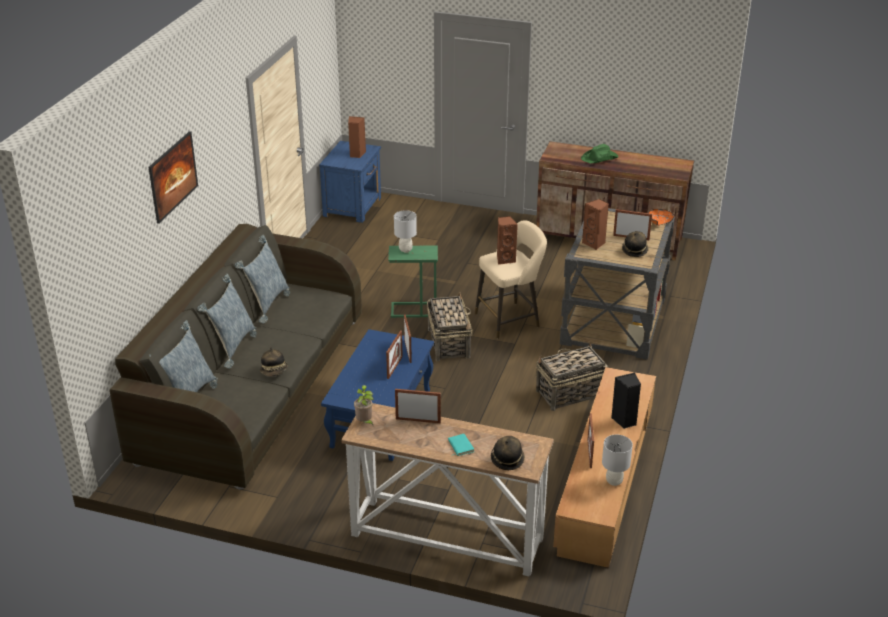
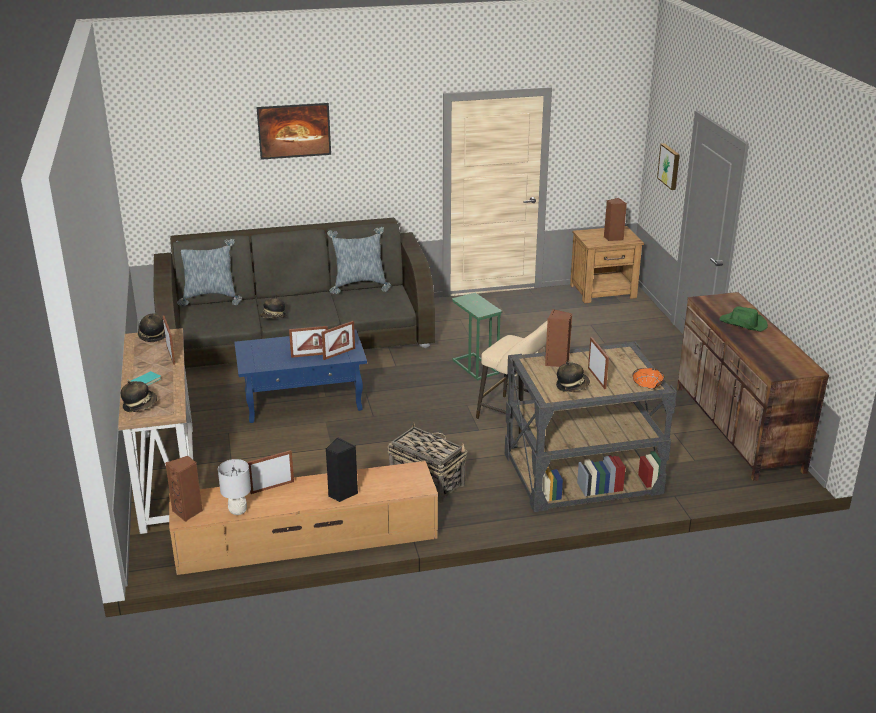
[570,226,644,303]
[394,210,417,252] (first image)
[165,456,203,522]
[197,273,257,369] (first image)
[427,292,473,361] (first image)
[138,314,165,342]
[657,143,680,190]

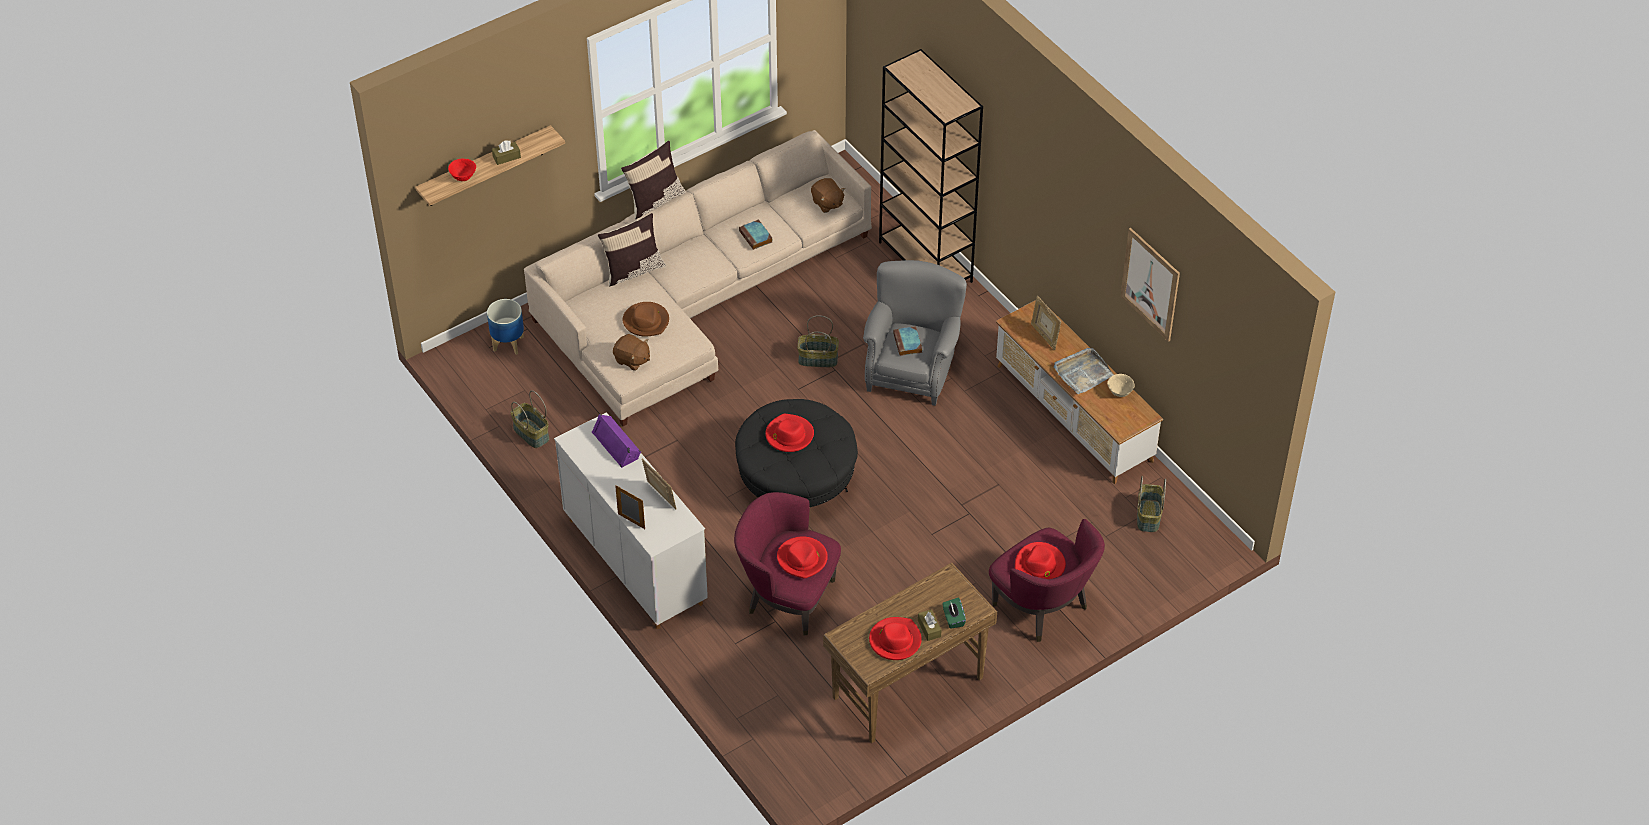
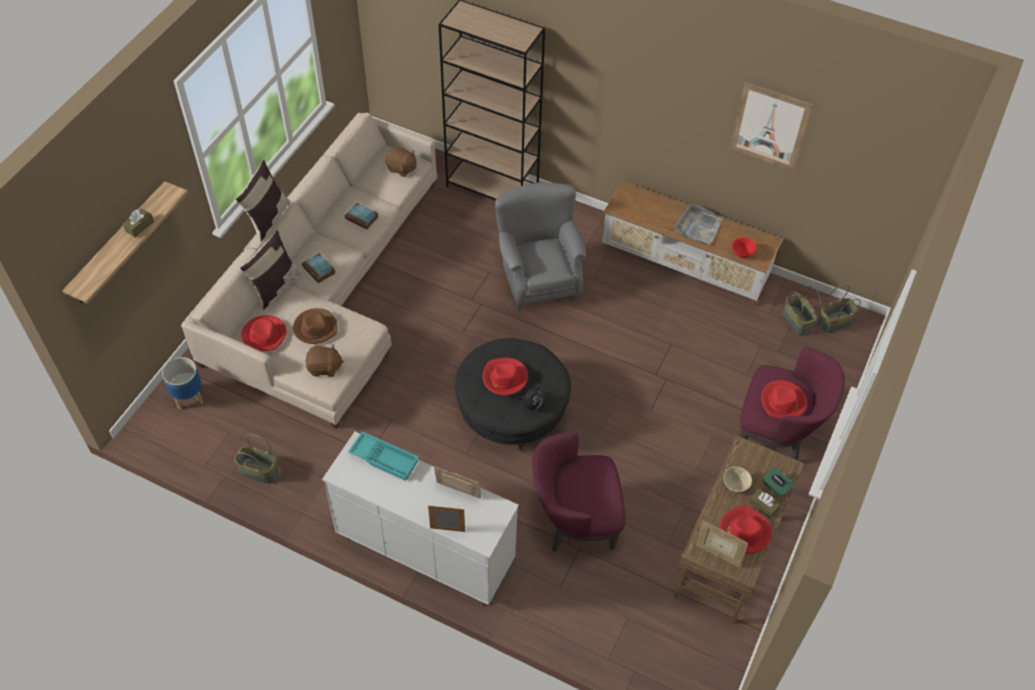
[732,237,757,258]
[696,521,749,567]
[817,284,861,333]
[302,253,335,283]
[723,466,752,492]
[348,431,419,481]
[241,315,286,351]
[517,385,543,410]

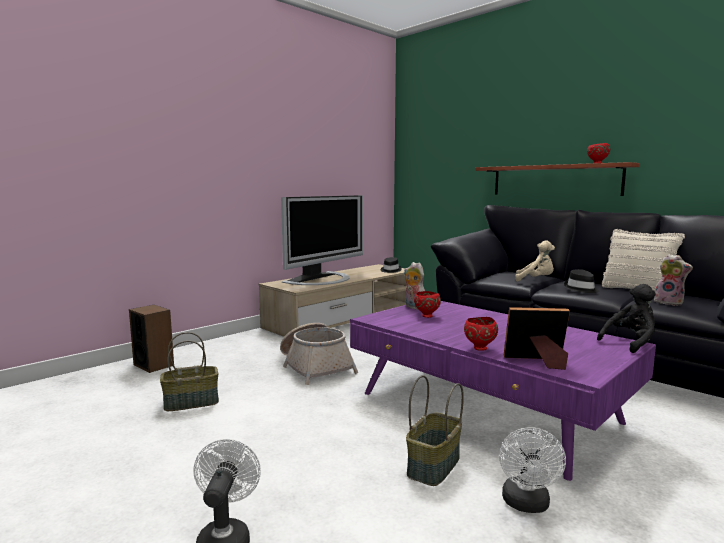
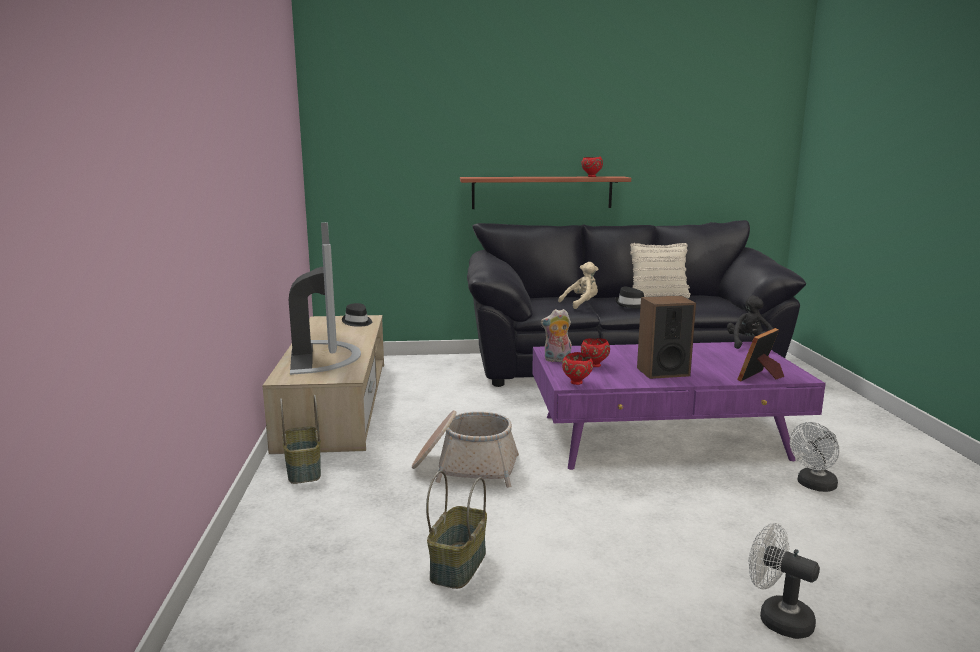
[654,254,693,306] (first image)
[637,296,696,379]
[562,352,593,385]
[280,395,321,484]
[790,422,840,492]

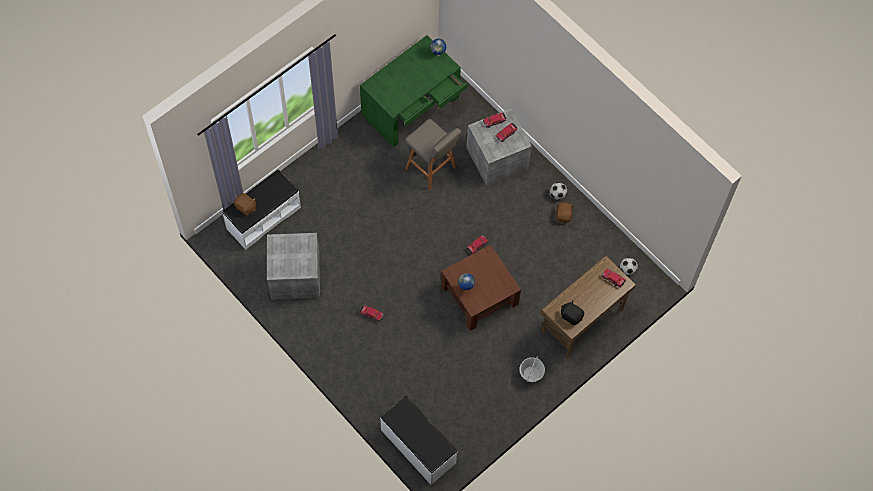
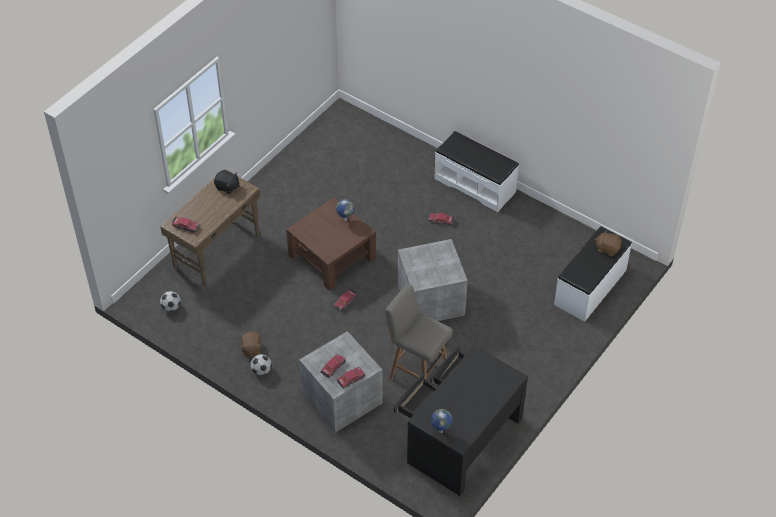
[394,345,528,496]
[398,239,468,321]
[519,356,545,382] (first image)
[434,131,519,212]

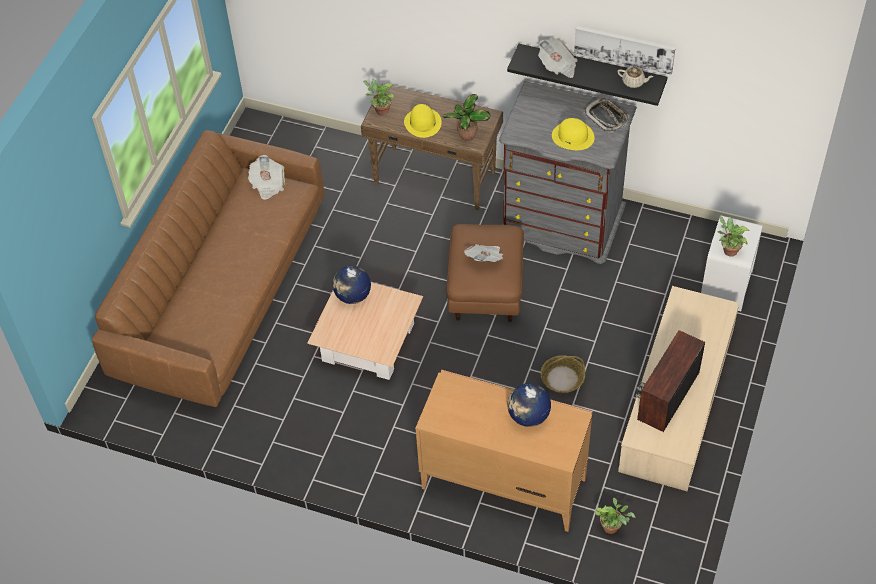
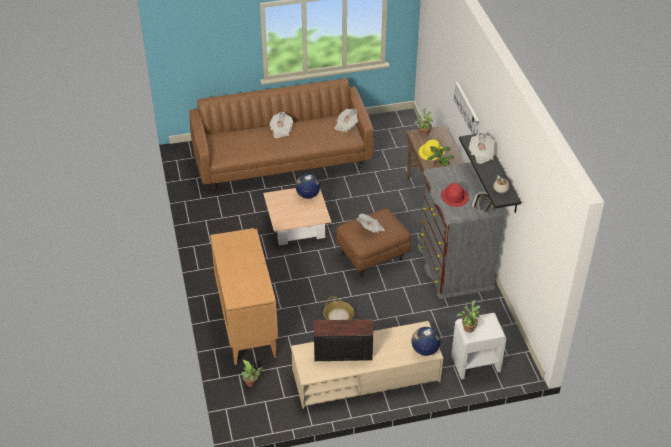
[454,82,479,134]
[441,183,469,207]
[412,327,440,356]
[269,112,293,138]

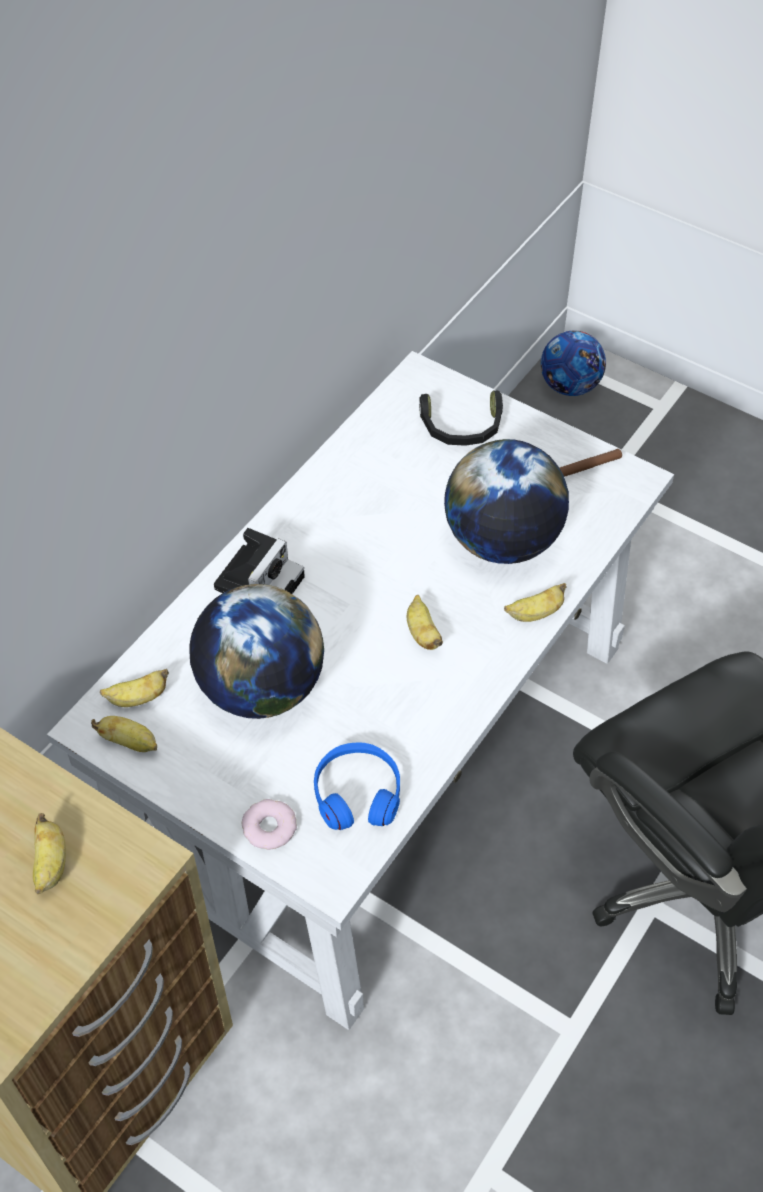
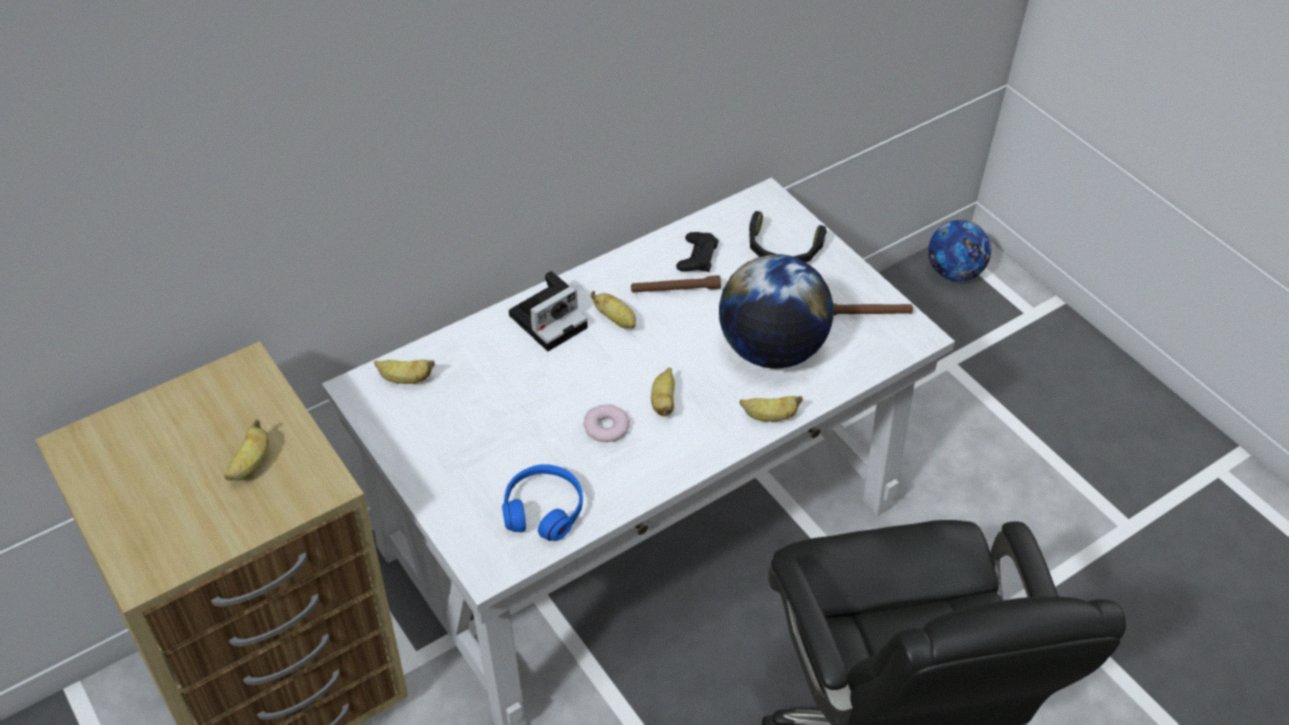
[189,584,324,719] (first image)
[591,291,636,329]
[583,405,630,442]
[676,232,719,272]
[631,275,721,293]

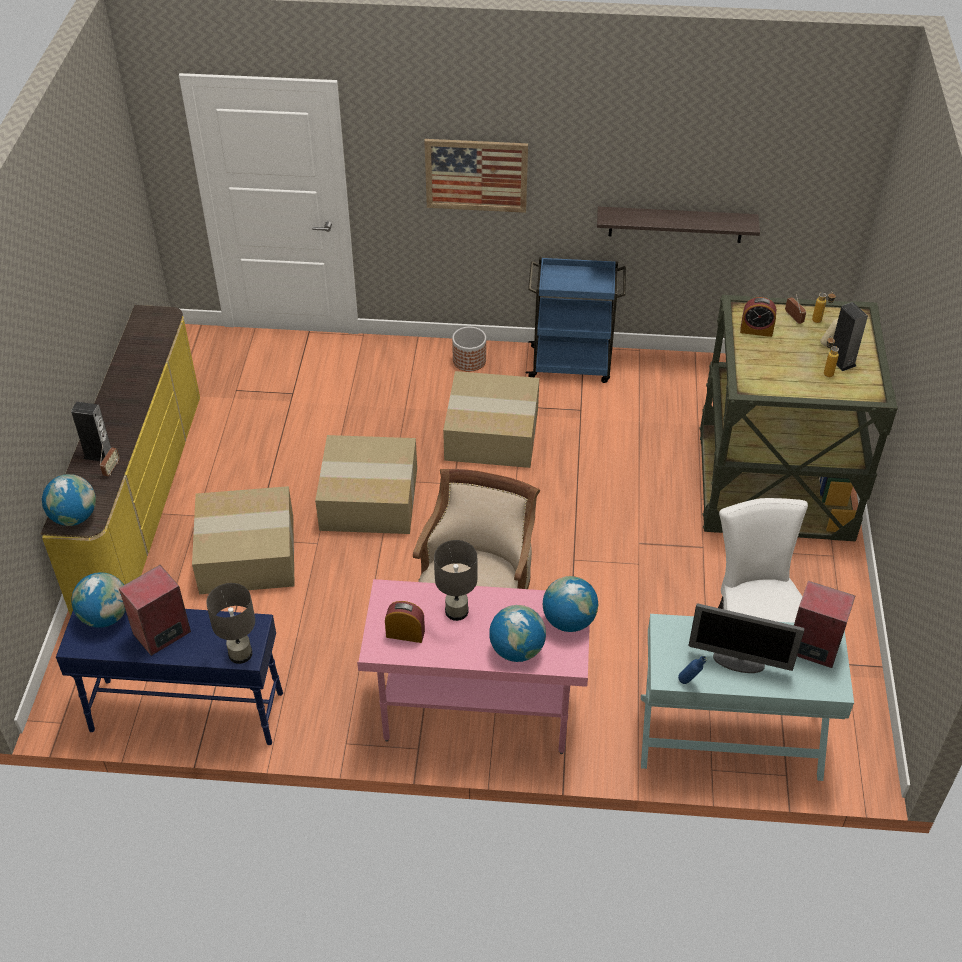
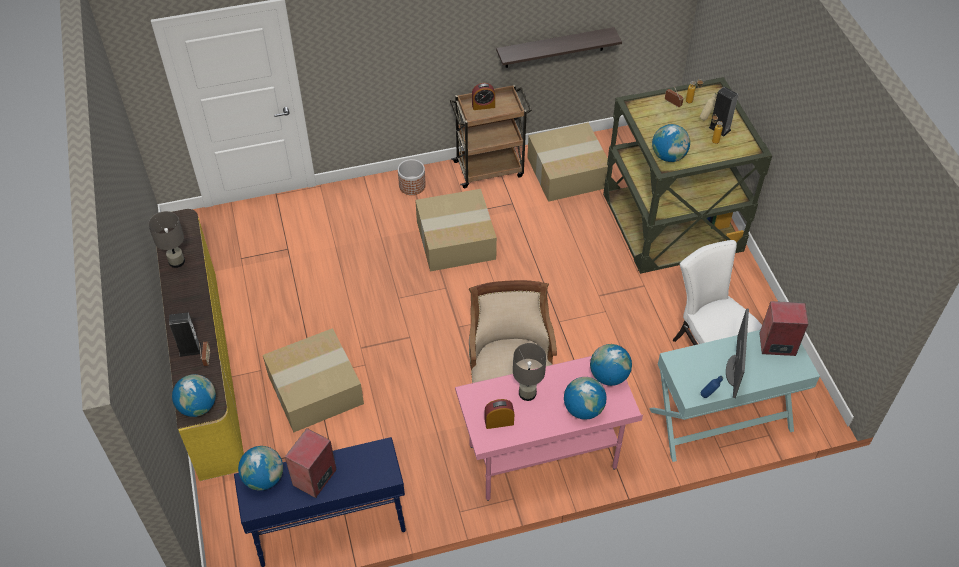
[424,139,528,213] (first image)
[450,85,532,188]
[472,83,495,110]
[527,122,608,202]
[149,211,185,268]
[726,309,749,398]
[652,124,690,162]

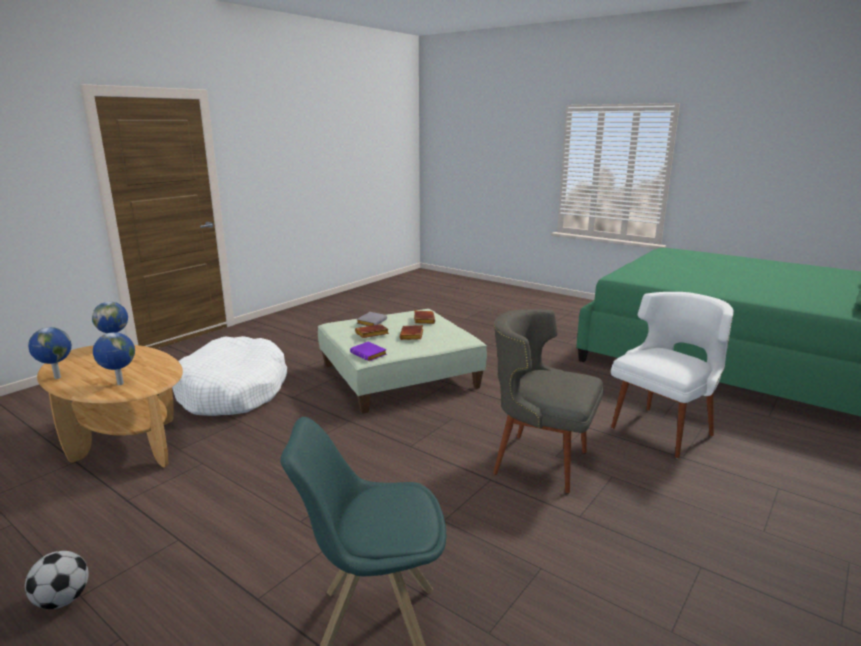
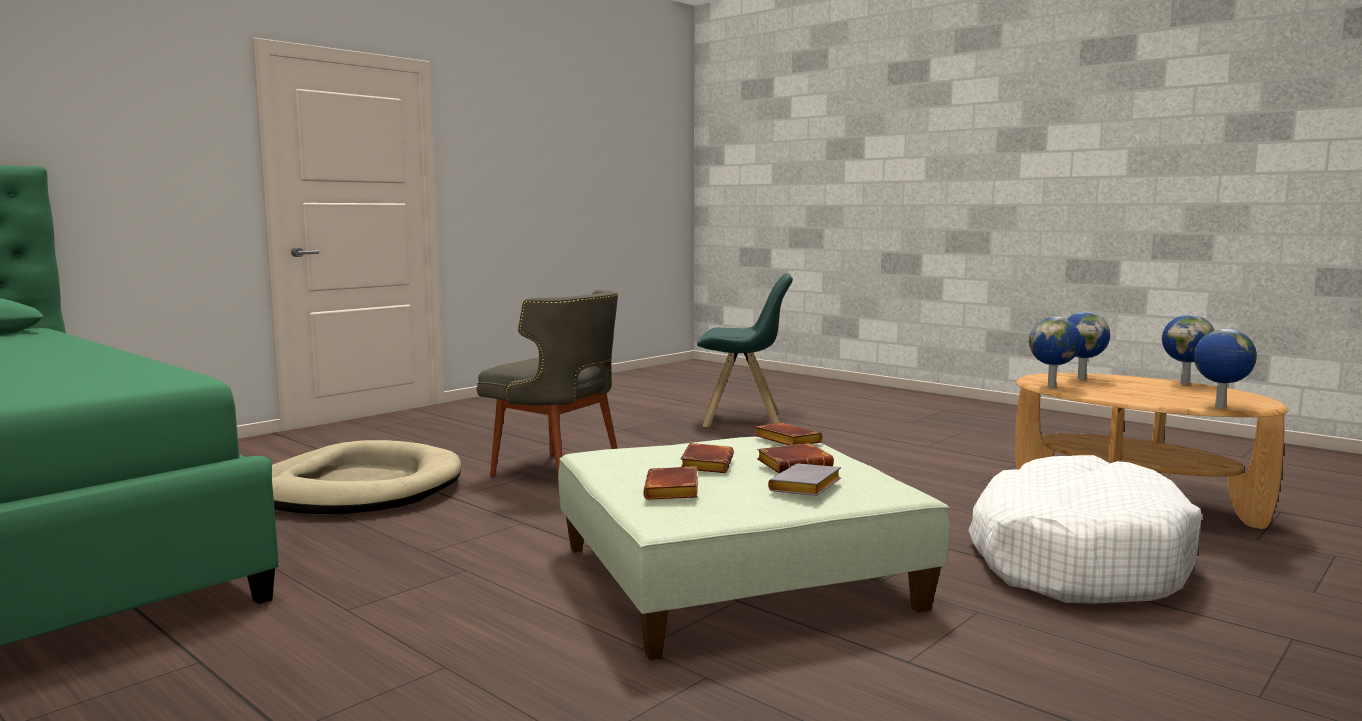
[272,440,461,514]
[754,423,823,445]
[25,551,89,609] (first image)
[1029,317,1081,388]

